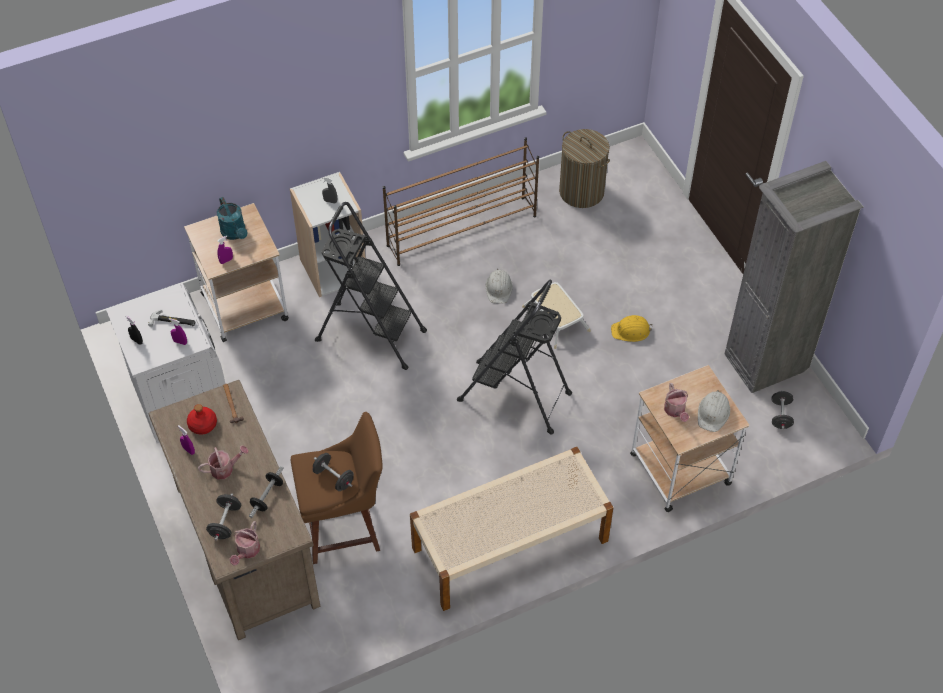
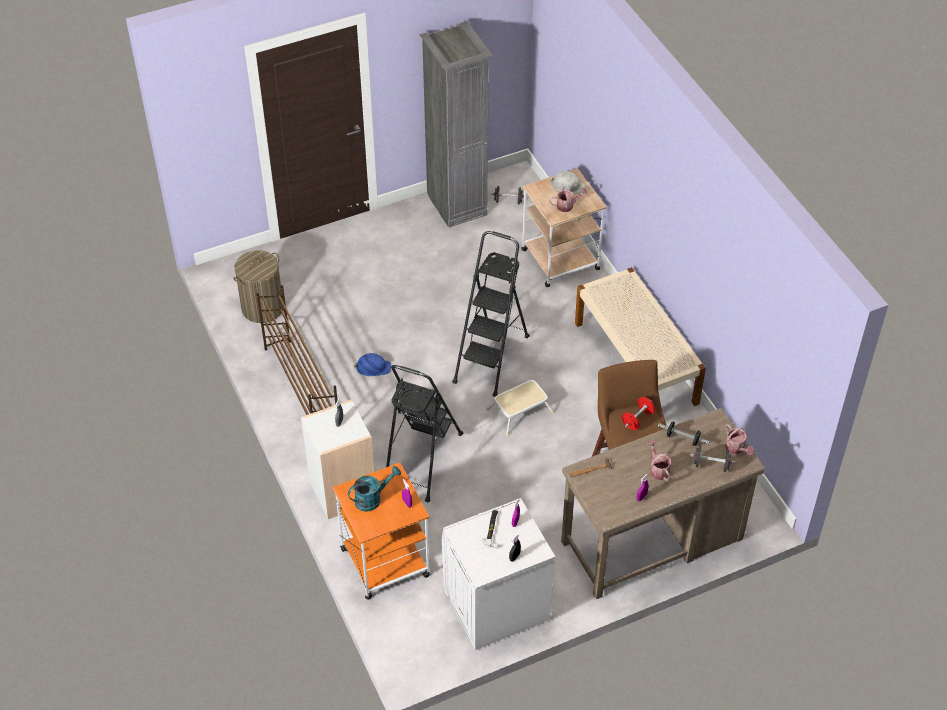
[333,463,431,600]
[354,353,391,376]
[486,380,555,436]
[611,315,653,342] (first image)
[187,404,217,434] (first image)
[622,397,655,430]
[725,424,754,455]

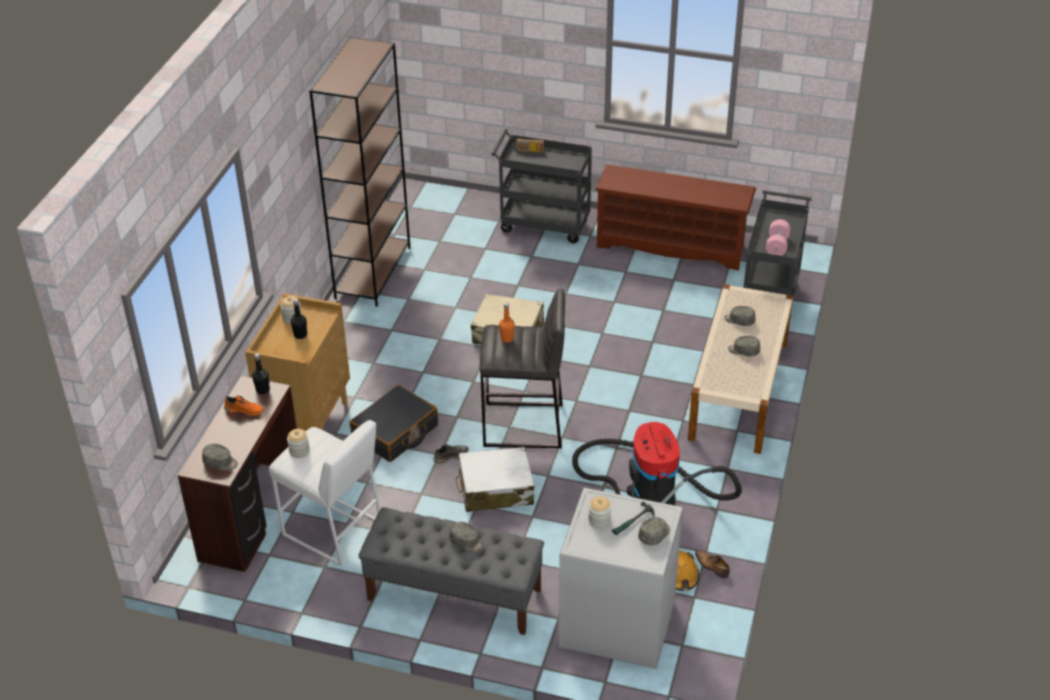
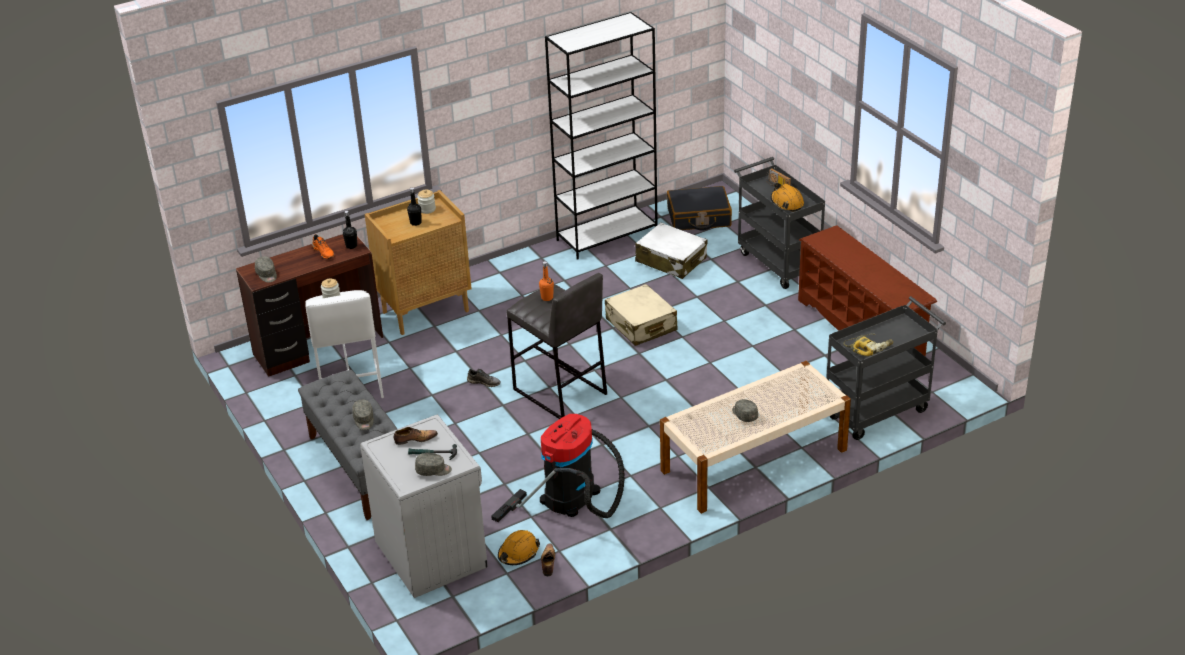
[545,12,658,260]
[843,334,893,356]
[724,306,755,326] (first image)
[667,186,732,231]
[635,222,708,279]
[393,427,438,445]
[771,183,804,212]

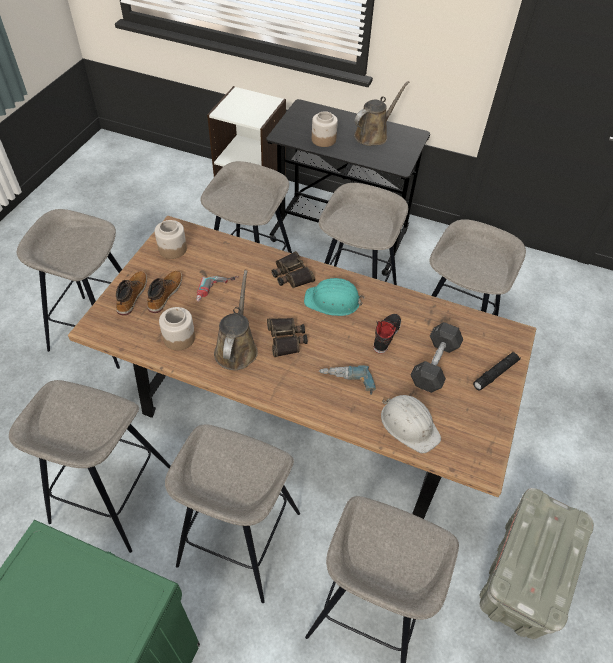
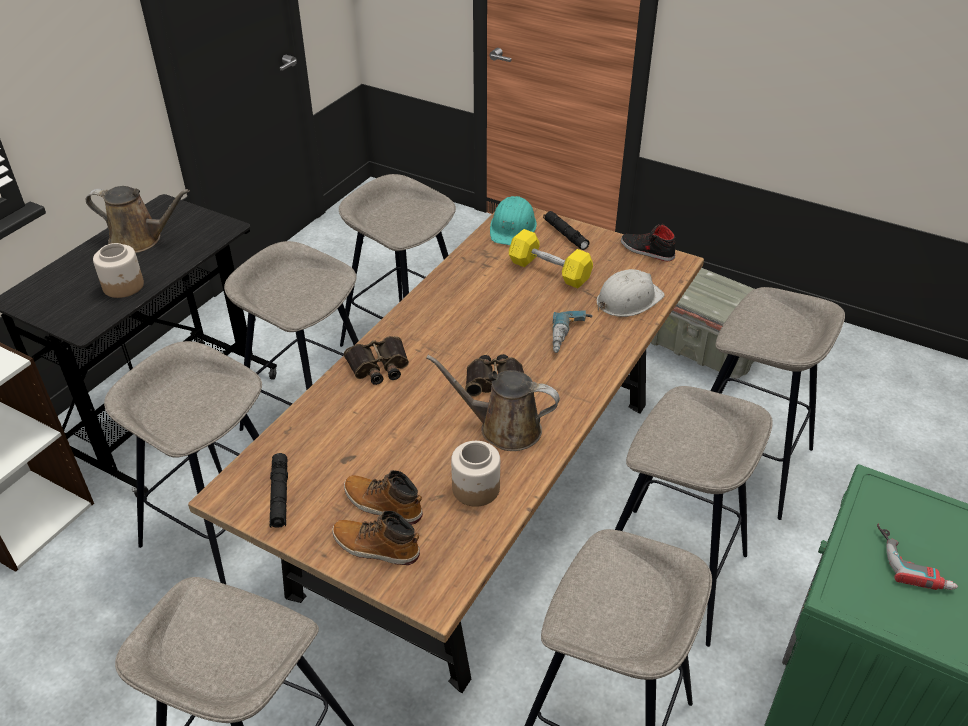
[86,186,190,253]
[269,453,288,528]
[877,524,958,590]
[490,196,537,245]
[621,223,676,262]
[509,229,593,288]

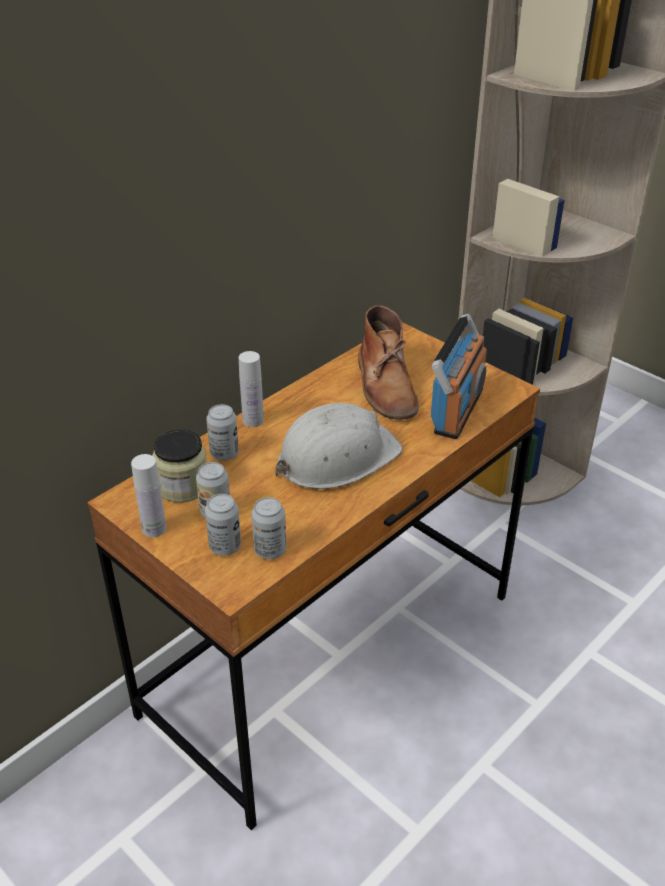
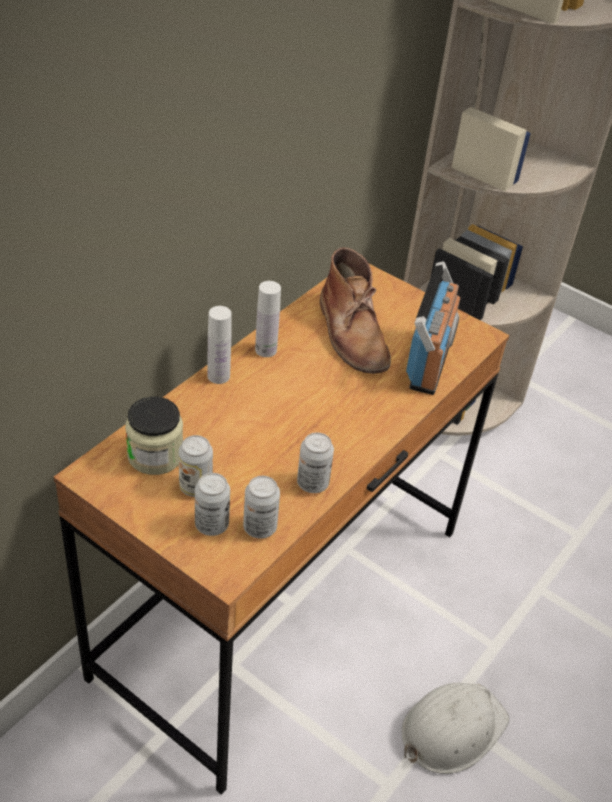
[401,683,509,774]
[297,432,334,493]
[255,281,281,357]

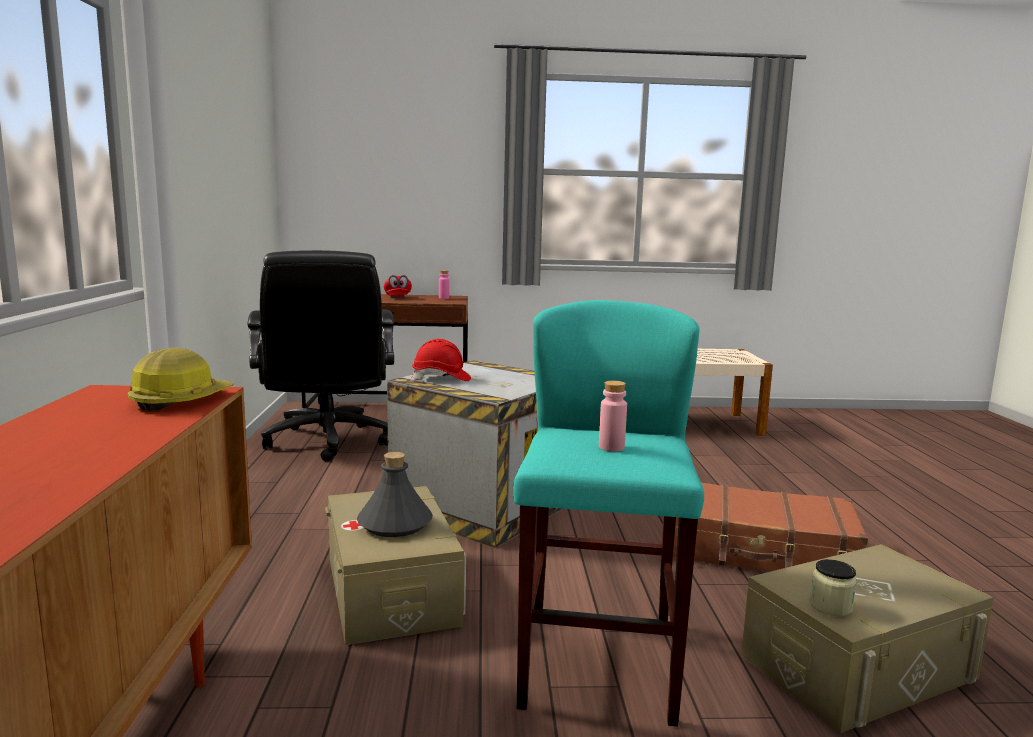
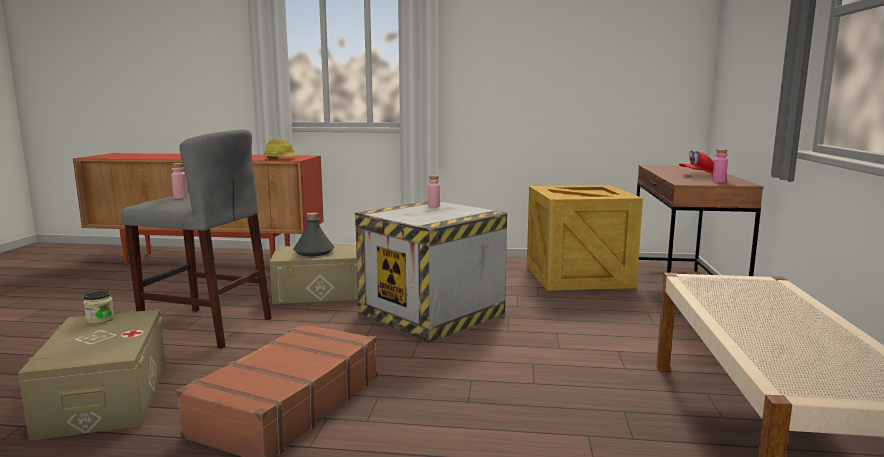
[527,185,643,291]
[121,130,272,349]
[428,175,440,207]

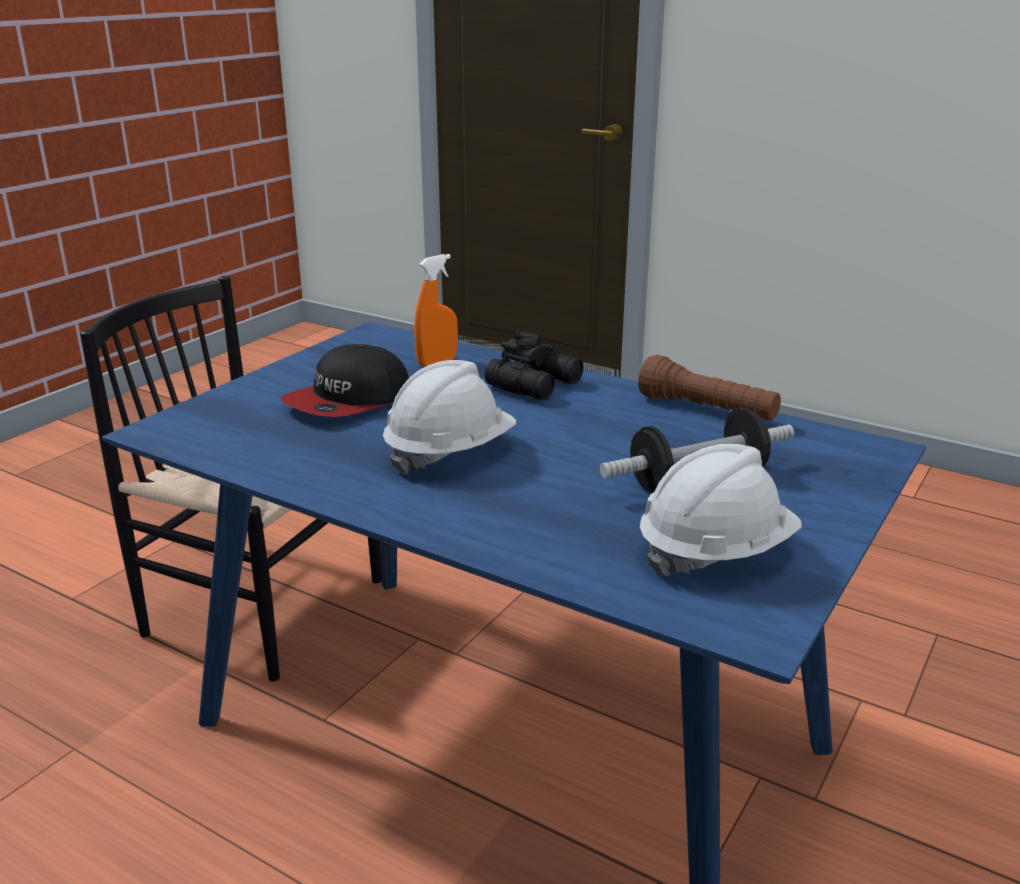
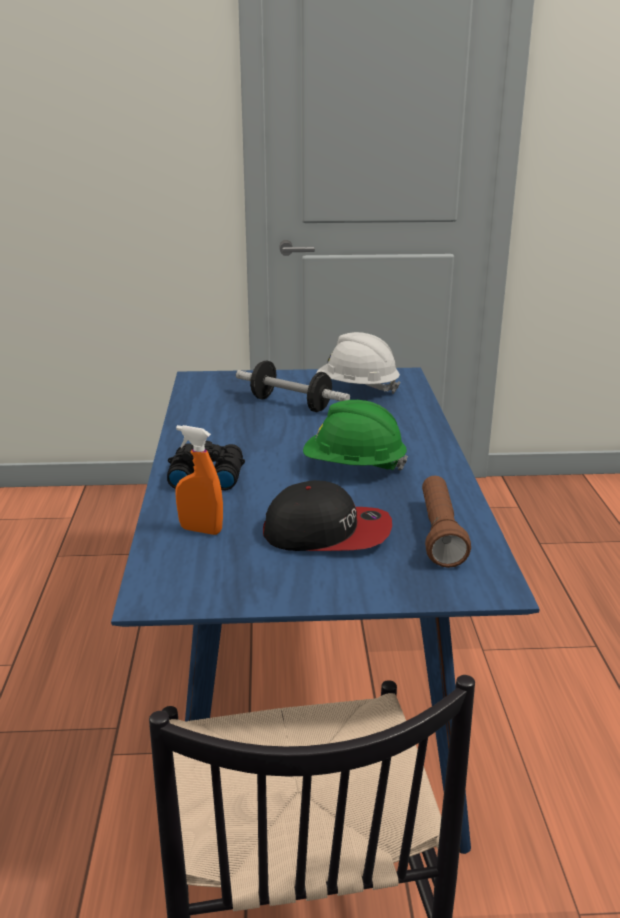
[422,476,471,568]
[303,400,408,471]

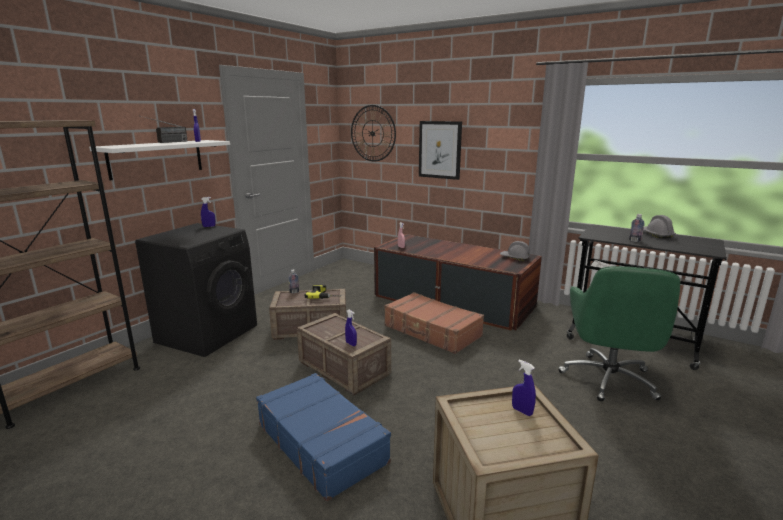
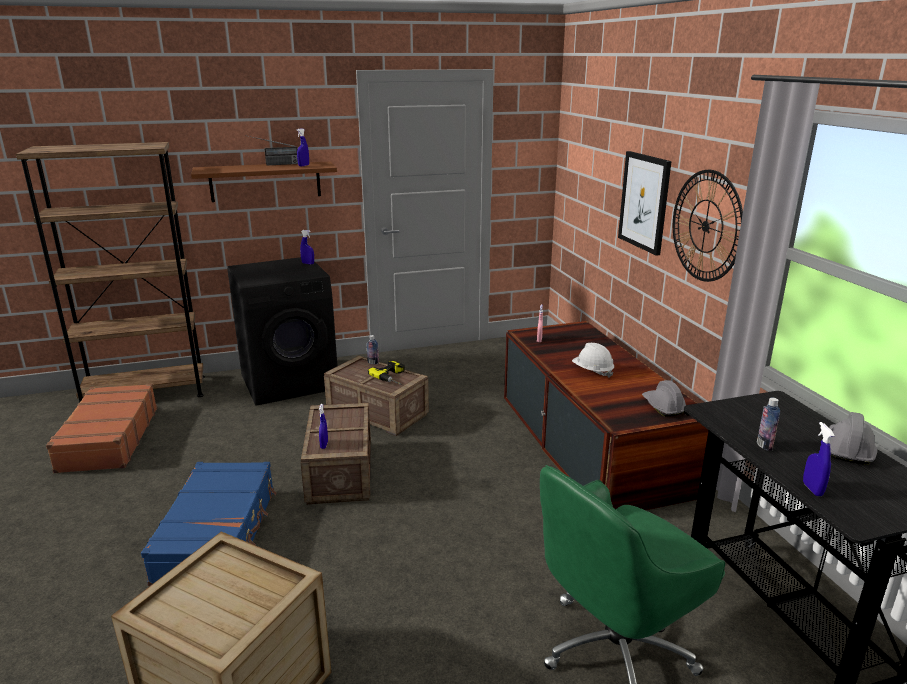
[673,170,743,282]
[191,161,337,202]
[46,384,157,473]
[803,422,835,496]
[572,343,614,378]

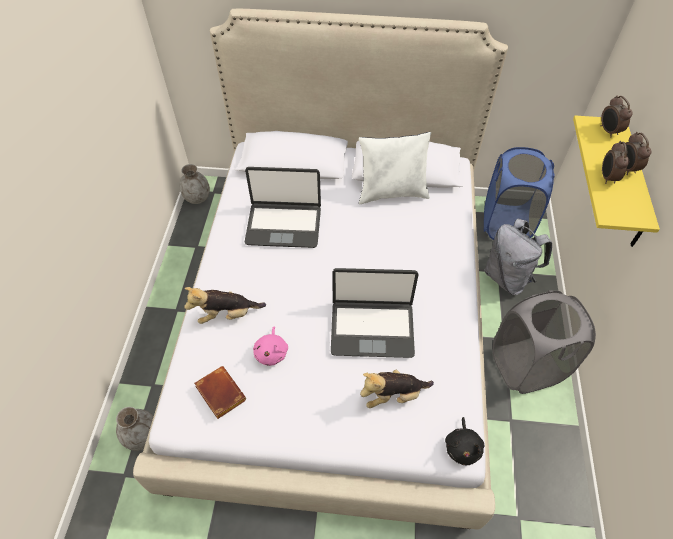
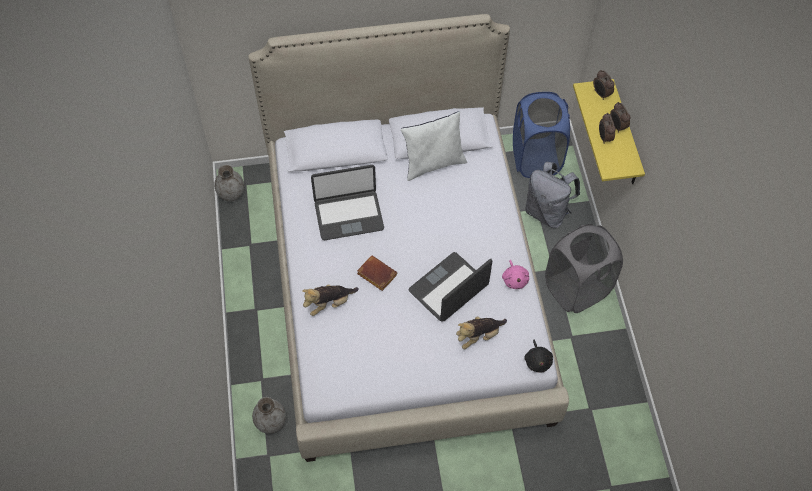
[408,252,492,322]
[502,260,529,289]
[357,255,397,291]

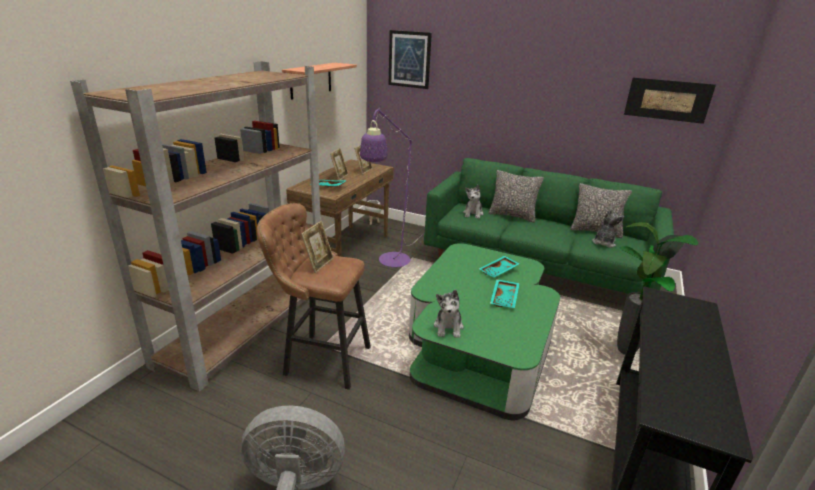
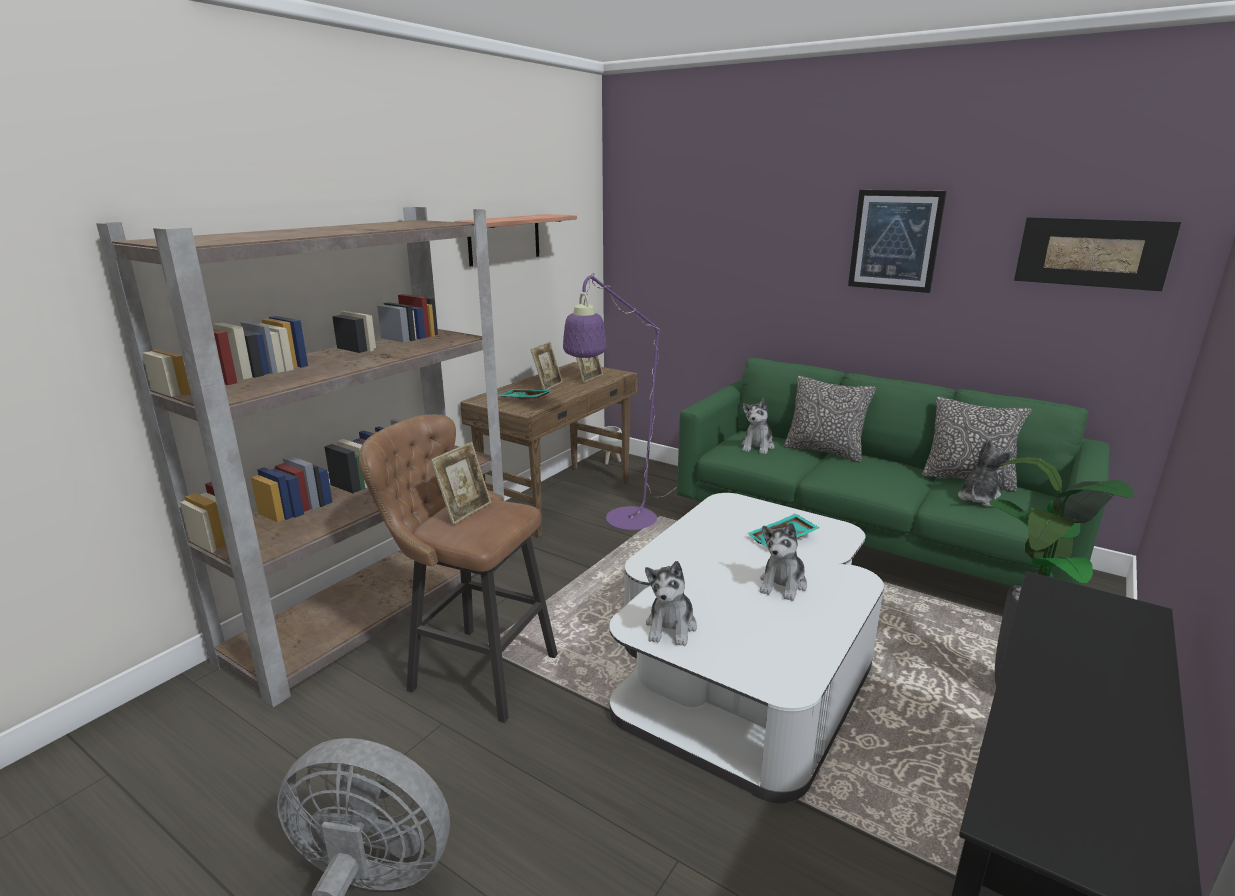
[848,190,947,293]
[609,493,884,803]
[760,523,807,601]

